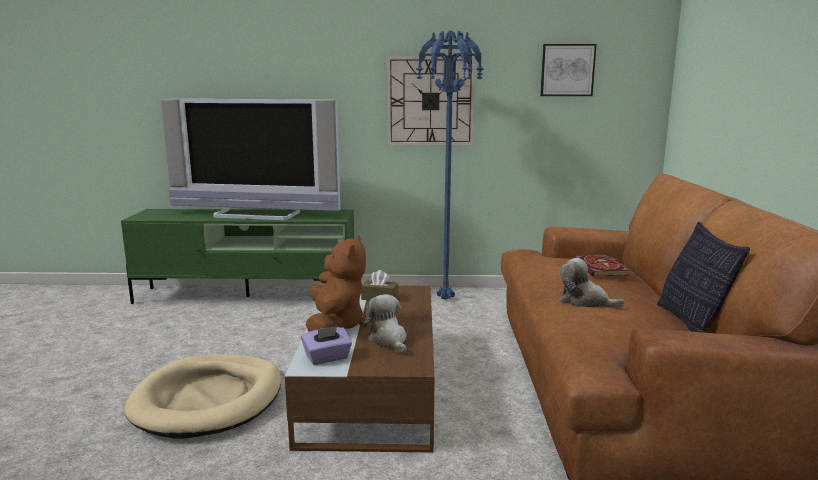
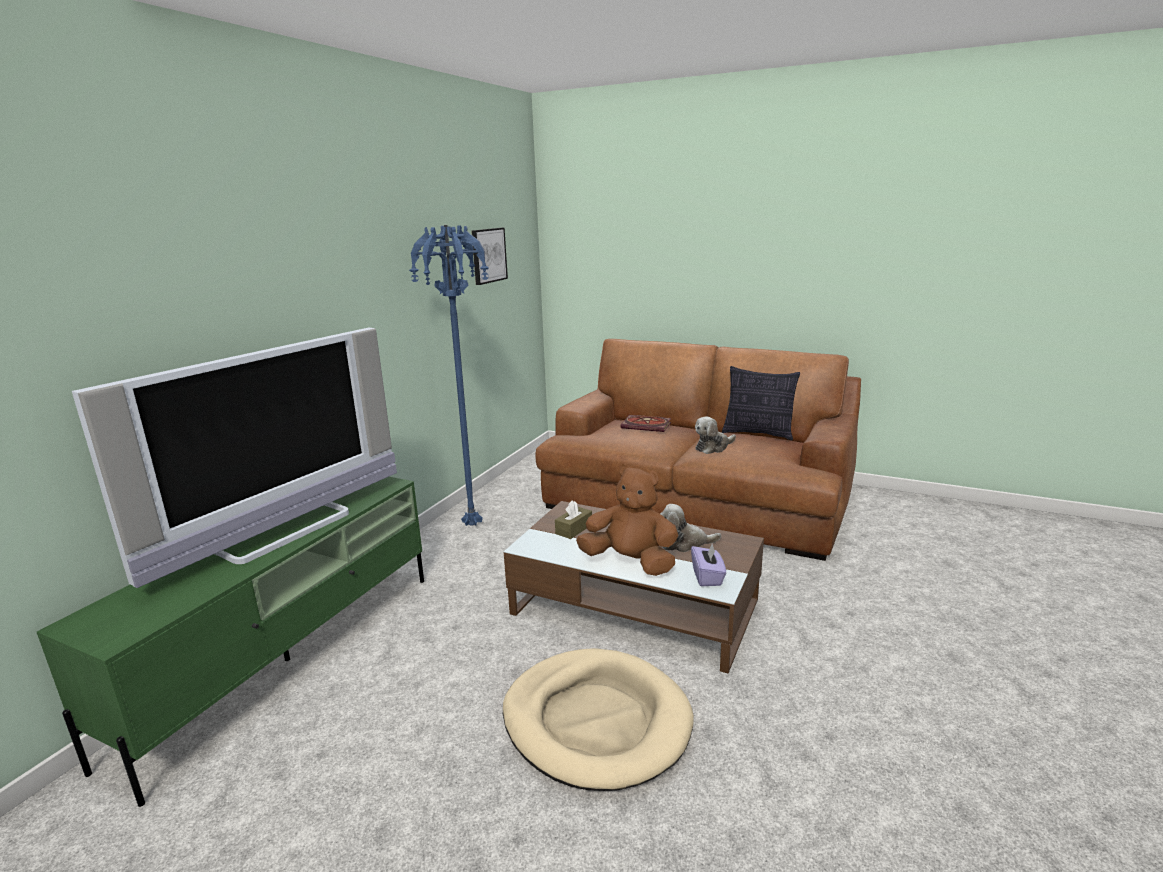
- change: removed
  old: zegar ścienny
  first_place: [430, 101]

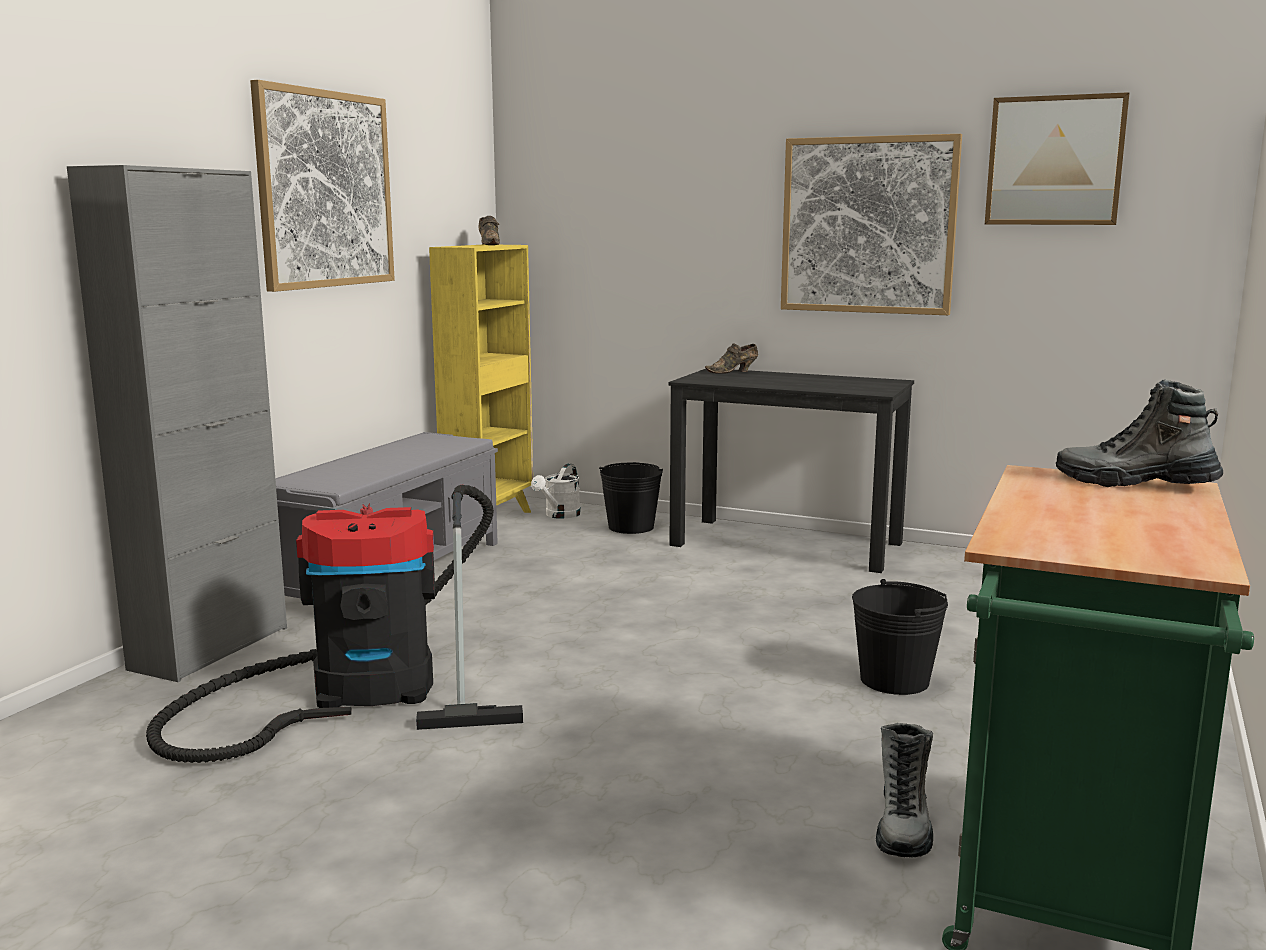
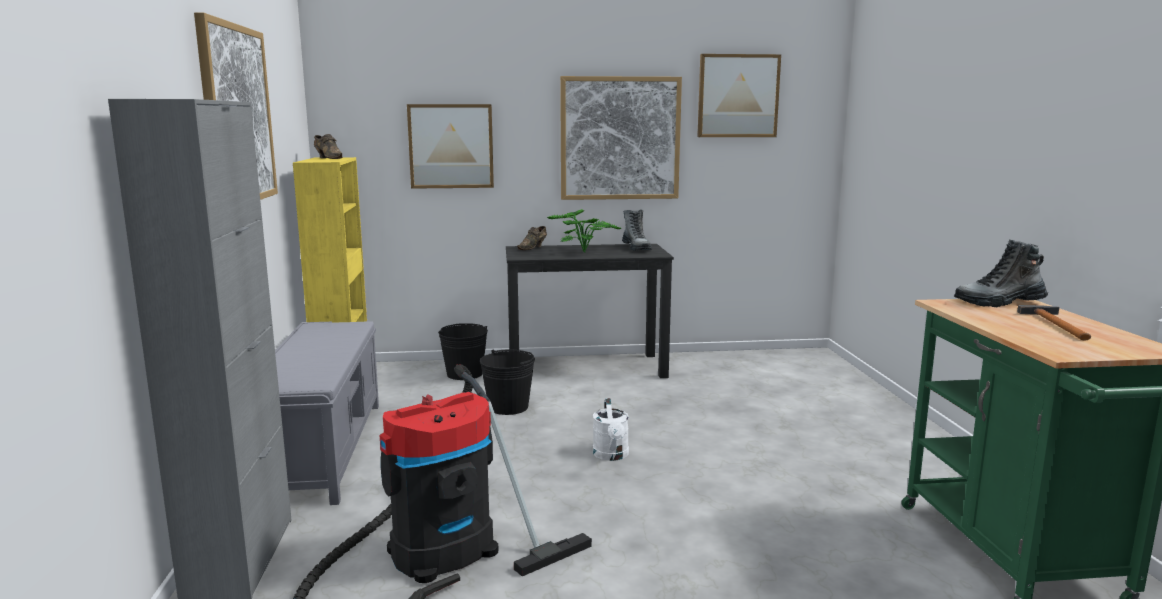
- change: added
  new: obraz
  second_place: [451, 146]
- change: added
  new: roślina doniczkowa
  second_place: [583, 251]
- change: added
  new: młotek
  second_place: [1056, 324]
- change: moved
  old: konewka/biały
  first_place: [559, 515]
  second_place: [611, 456]
- change: moved
  old: wiadro/czarny
  first_place: [894, 680]
  second_place: [508, 407]
- change: moved
  old: but z cholewką
  first_place: [903, 826]
  second_place: [636, 248]

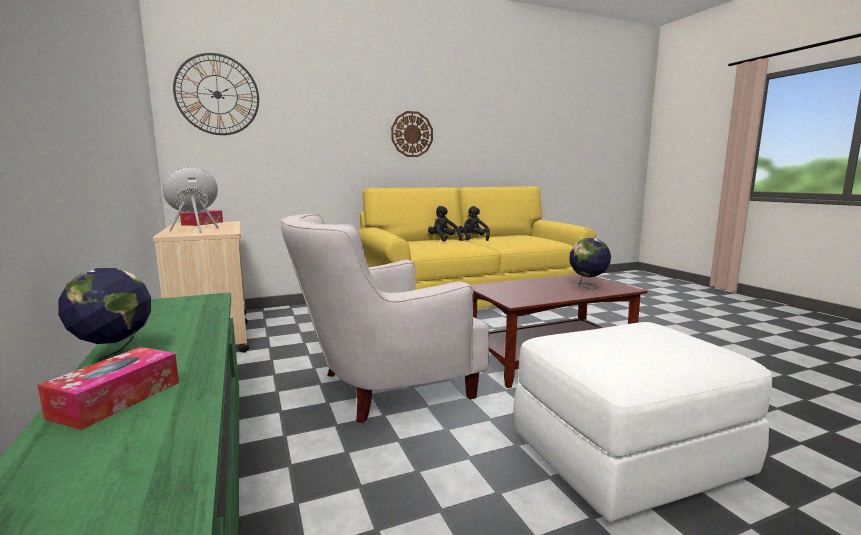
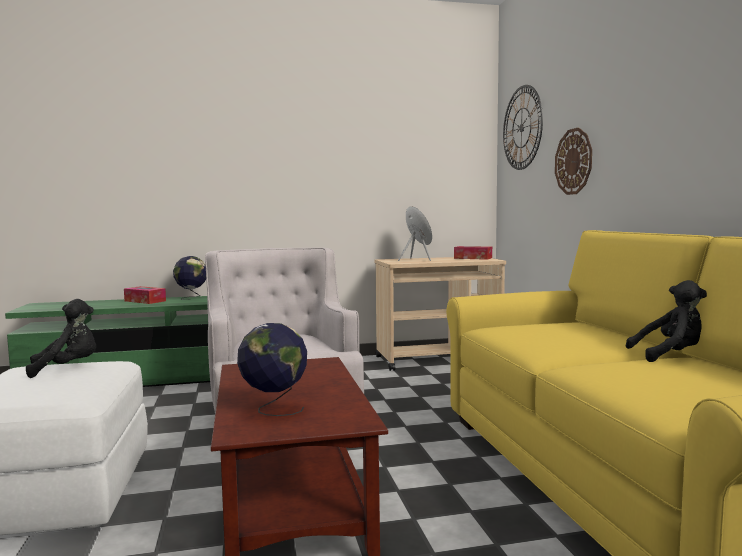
- change: moved
  old: zegar ścienny
  first_place: [412, 134]
  second_place: [573, 161]
- change: moved
  old: pluszak/czarny
  first_place: [443, 240]
  second_place: [67, 368]

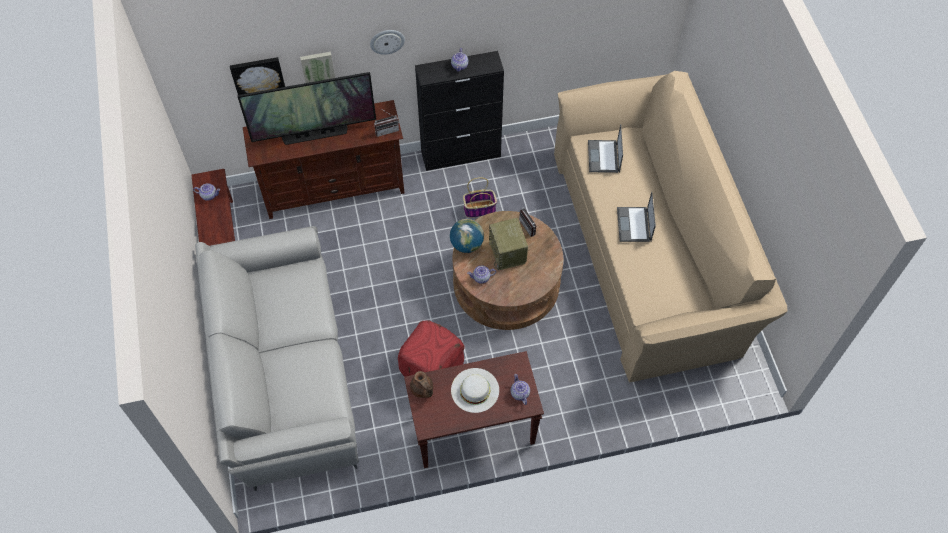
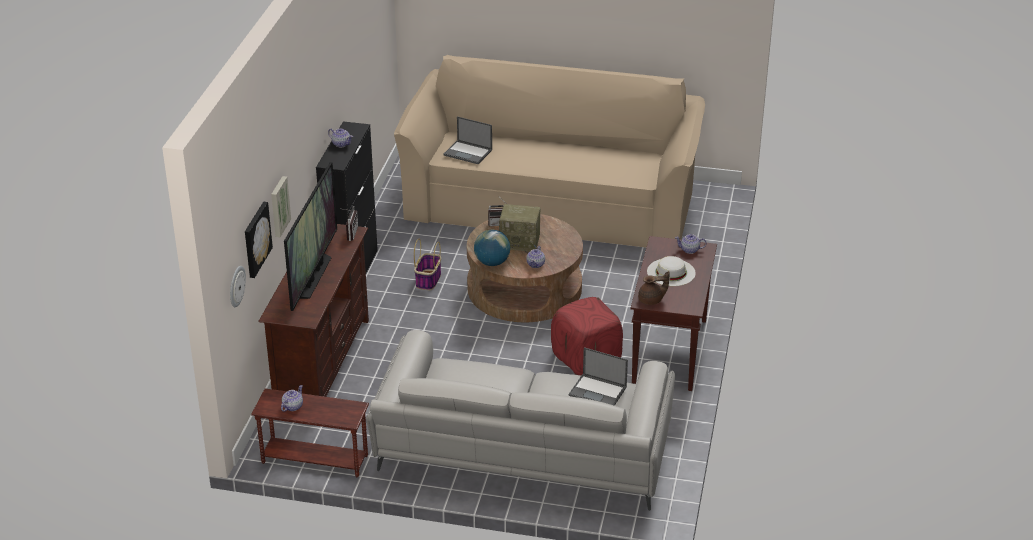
- change: moved
  old: zegar ścienny
  first_place: [387, 41]
  second_place: [236, 286]
- change: moved
  old: laptop
  first_place: [634, 225]
  second_place: [598, 391]

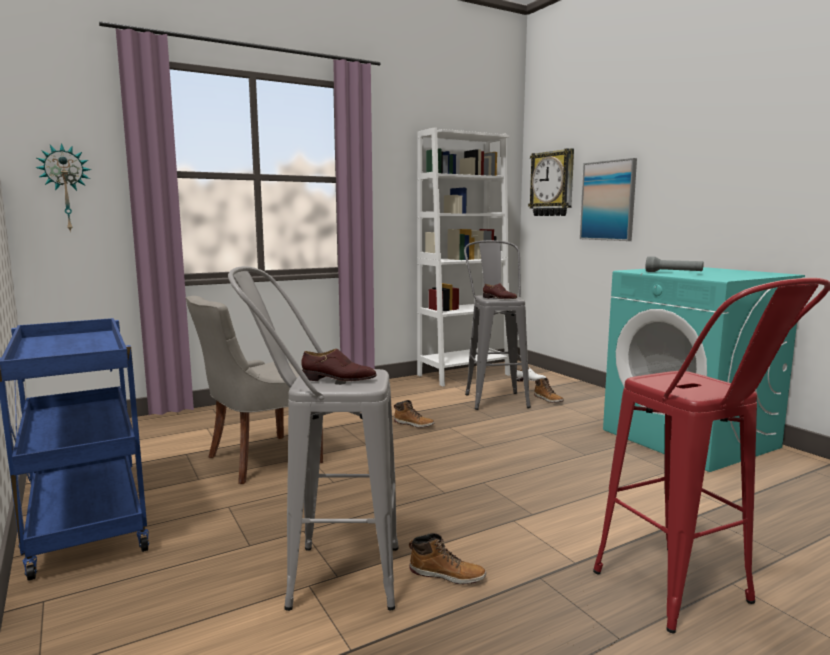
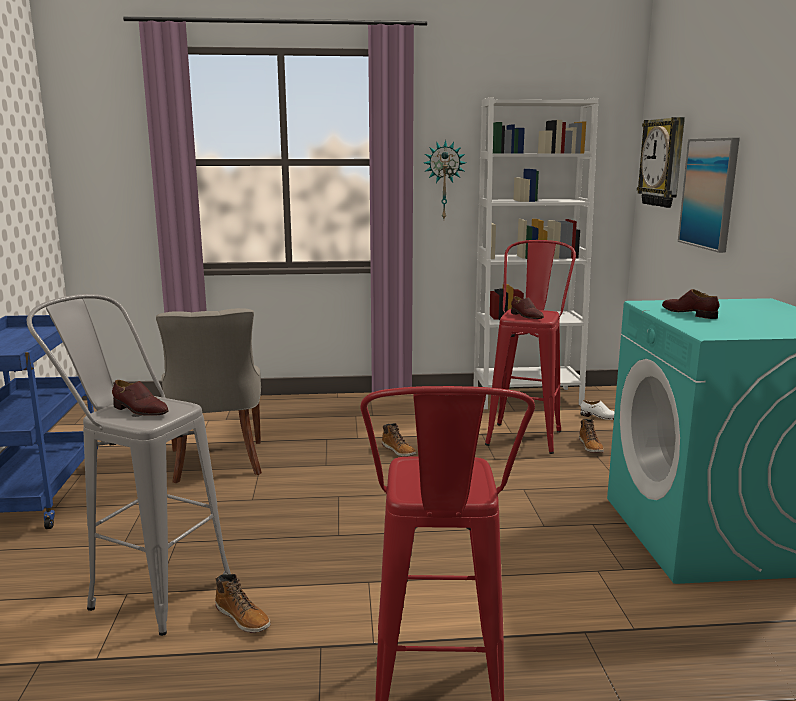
- change: moved
  old: zegar ścienny
  first_place: [66, 188]
  second_place: [444, 180]
- change: replaced
  old: latarka/szary
  new: but/brązowy
  first_place: [673, 273]
  second_place: [689, 313]
- change: recoloured
  old: stołek/szary
  new: stołek/czerwony
  first_place: [494, 398]
  second_place: [526, 433]
- change: turned
  old: krzesło/szary
  first_place: [260, 459]
  second_place: [217, 462]
  degrees: -90

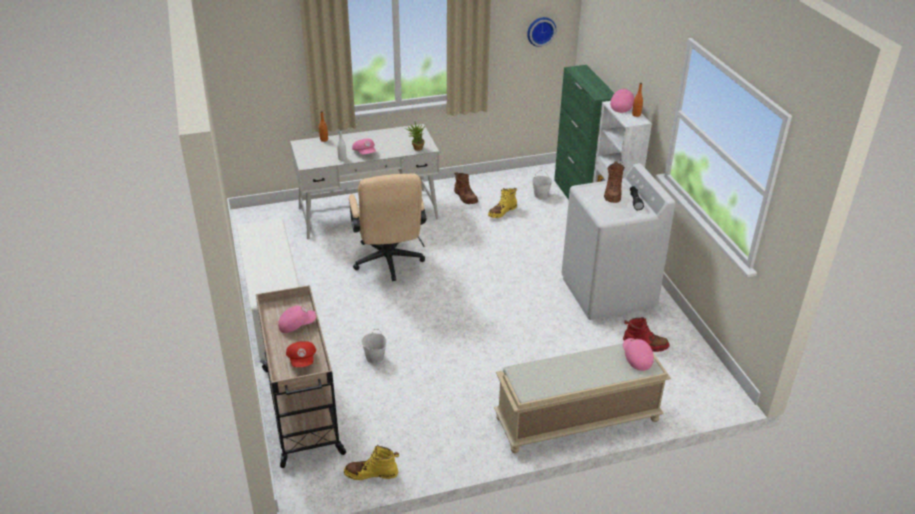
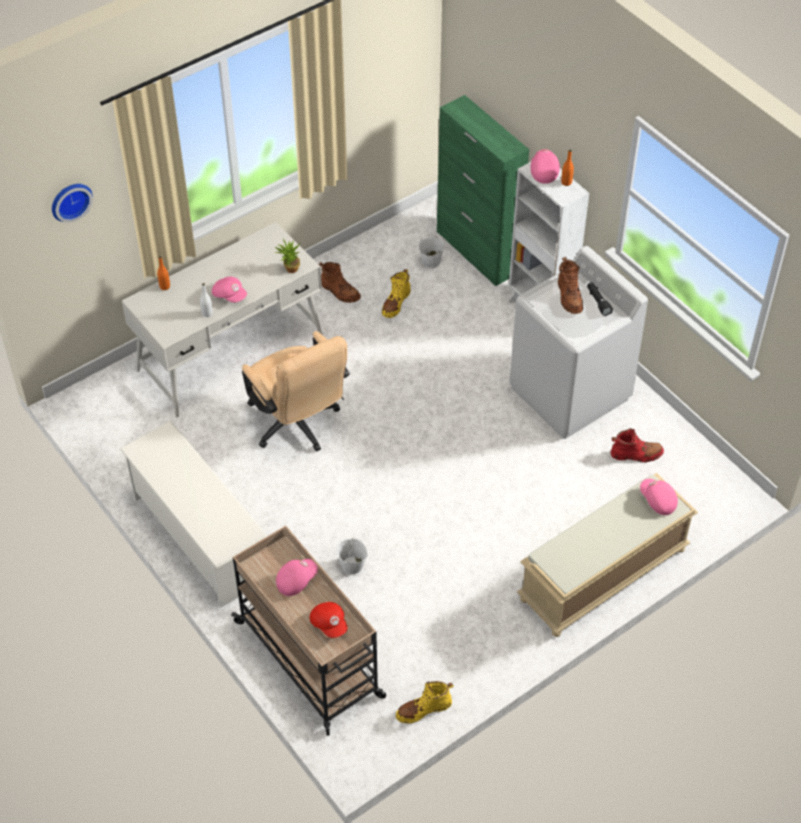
- change: moved
  old: zegar ścienny
  first_place: [540, 31]
  second_place: [70, 200]

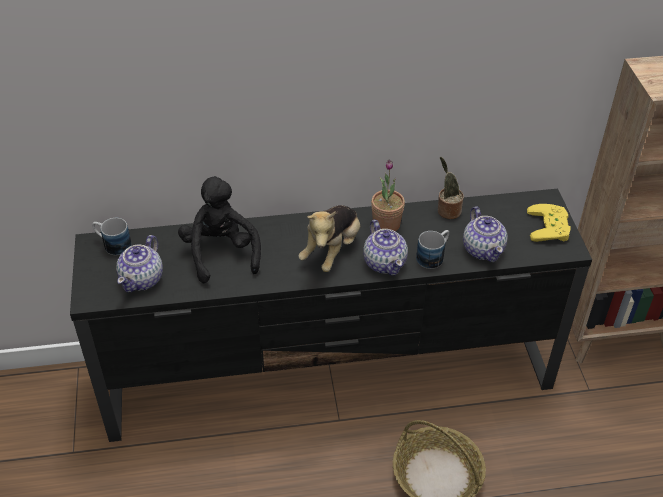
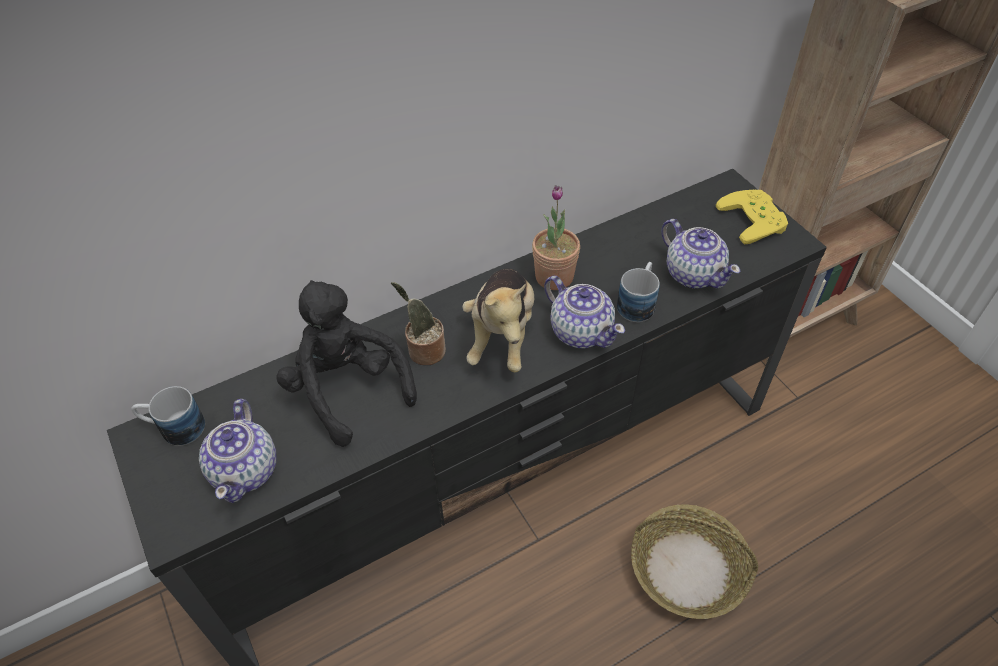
- change: moved
  old: roślina doniczkowa
  first_place: [447, 210]
  second_place: [424, 351]

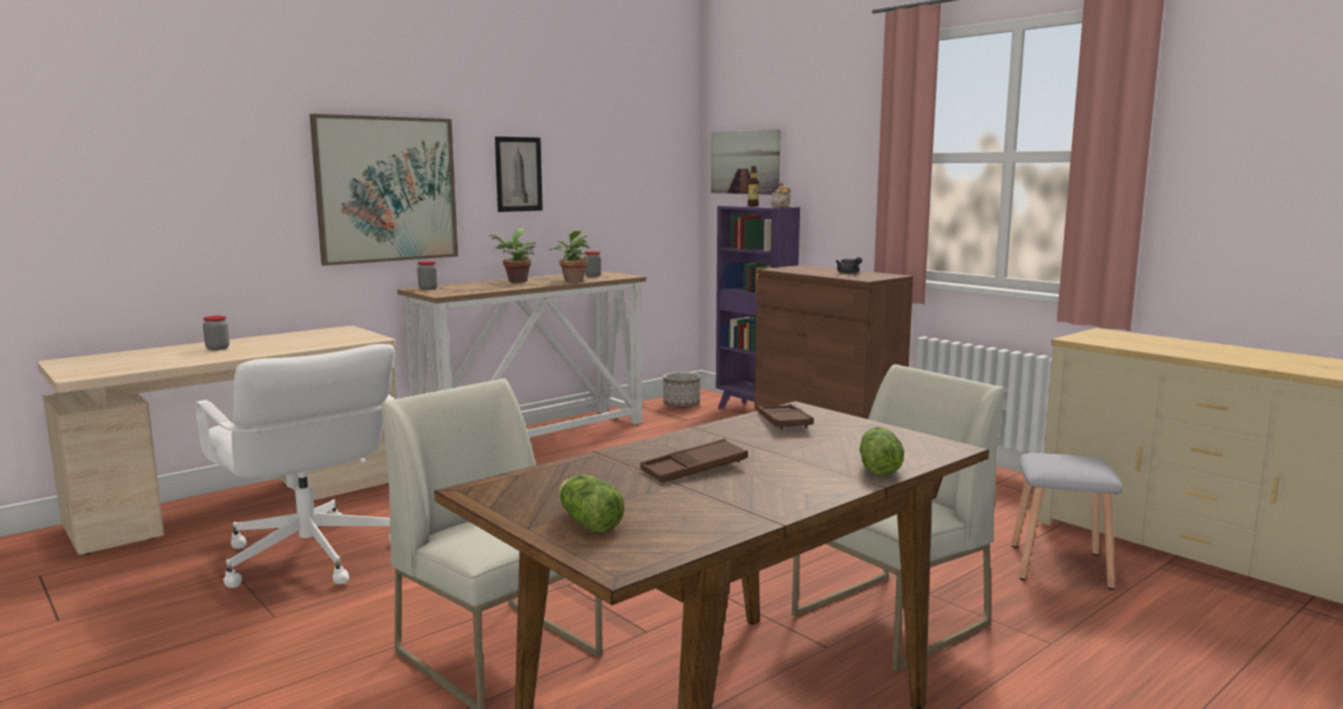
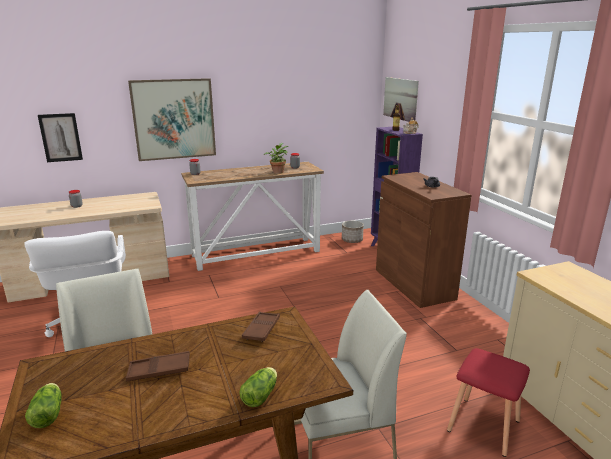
- change: removed
  old: roślina doniczkowa
  first_place: [516, 281]
- change: moved
  old: obraz
  first_place: [518, 174]
  second_place: [60, 137]
- change: recoloured
  old: stołek/szary
  new: stołek/czerwony
  first_place: [1058, 565]
  second_place: [483, 424]

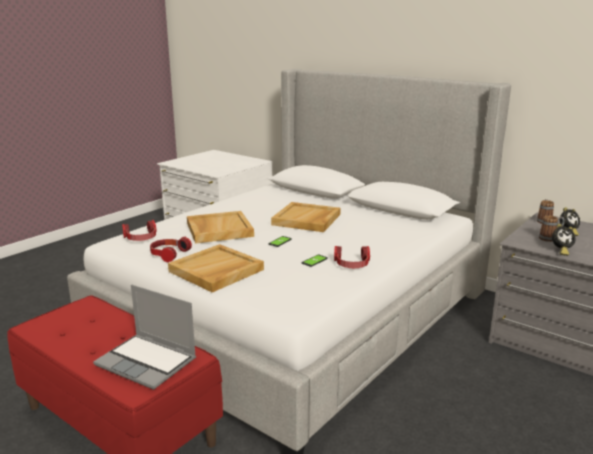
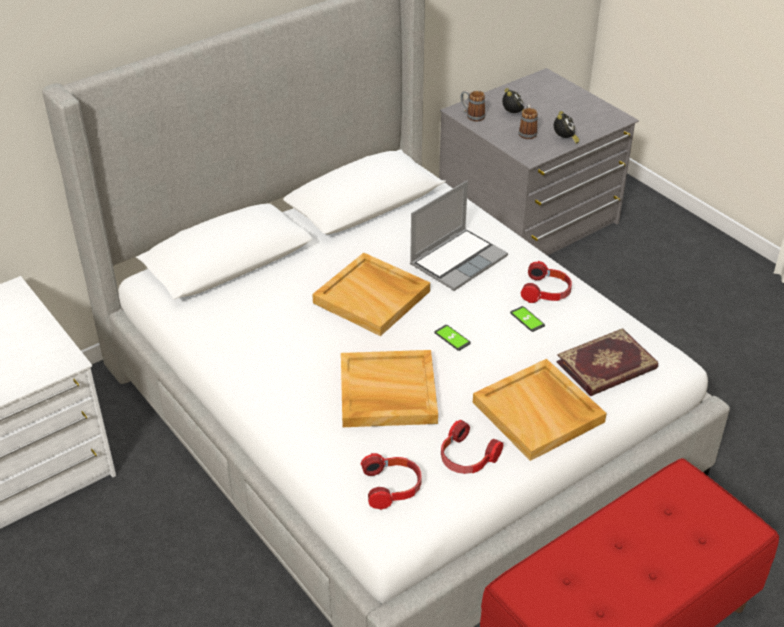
- change: added
  new: książka
  second_place: [607, 366]
- change: moved
  old: laptop
  first_place: [148, 362]
  second_place: [458, 260]

